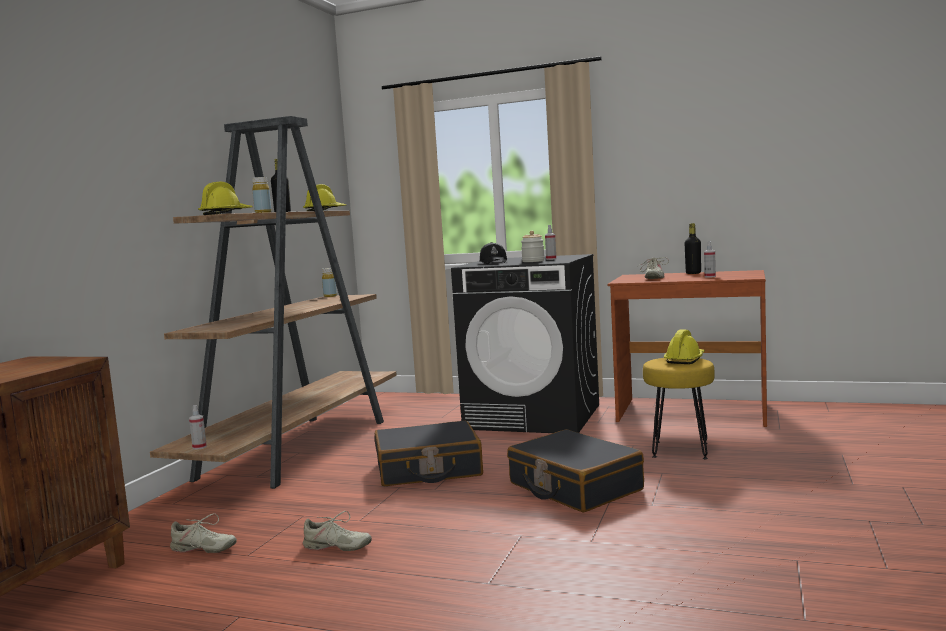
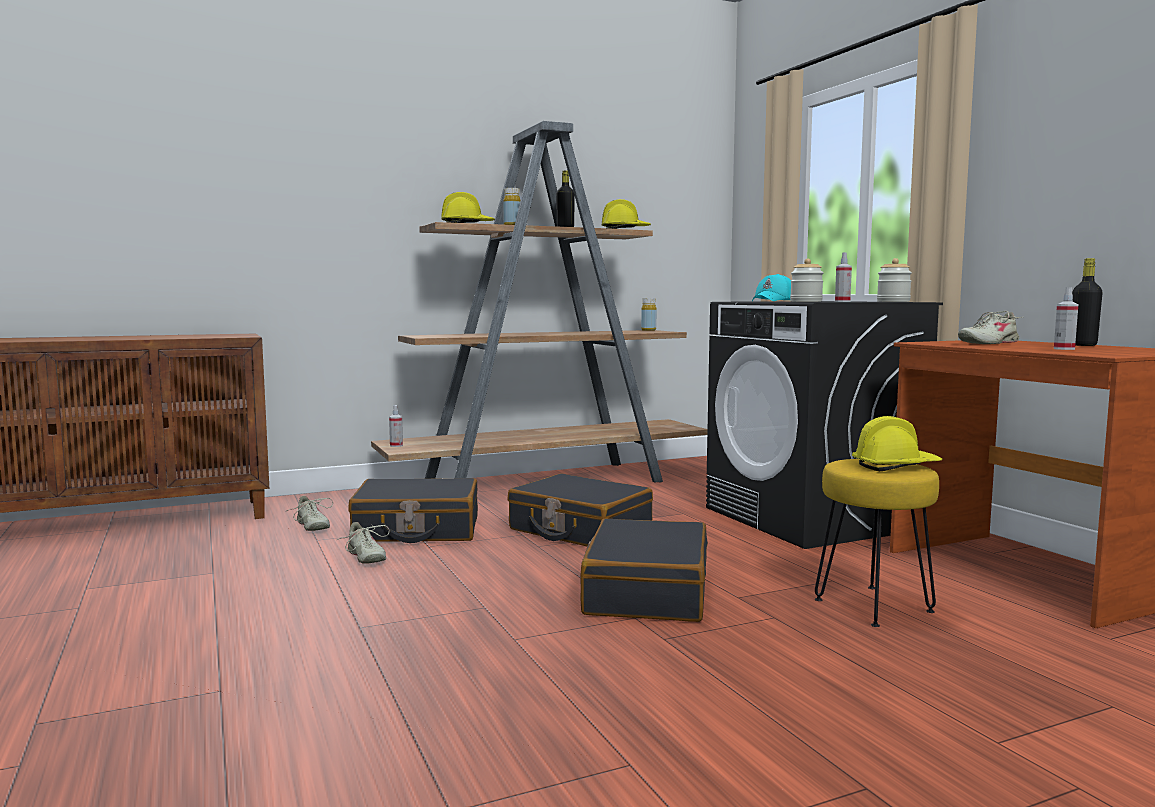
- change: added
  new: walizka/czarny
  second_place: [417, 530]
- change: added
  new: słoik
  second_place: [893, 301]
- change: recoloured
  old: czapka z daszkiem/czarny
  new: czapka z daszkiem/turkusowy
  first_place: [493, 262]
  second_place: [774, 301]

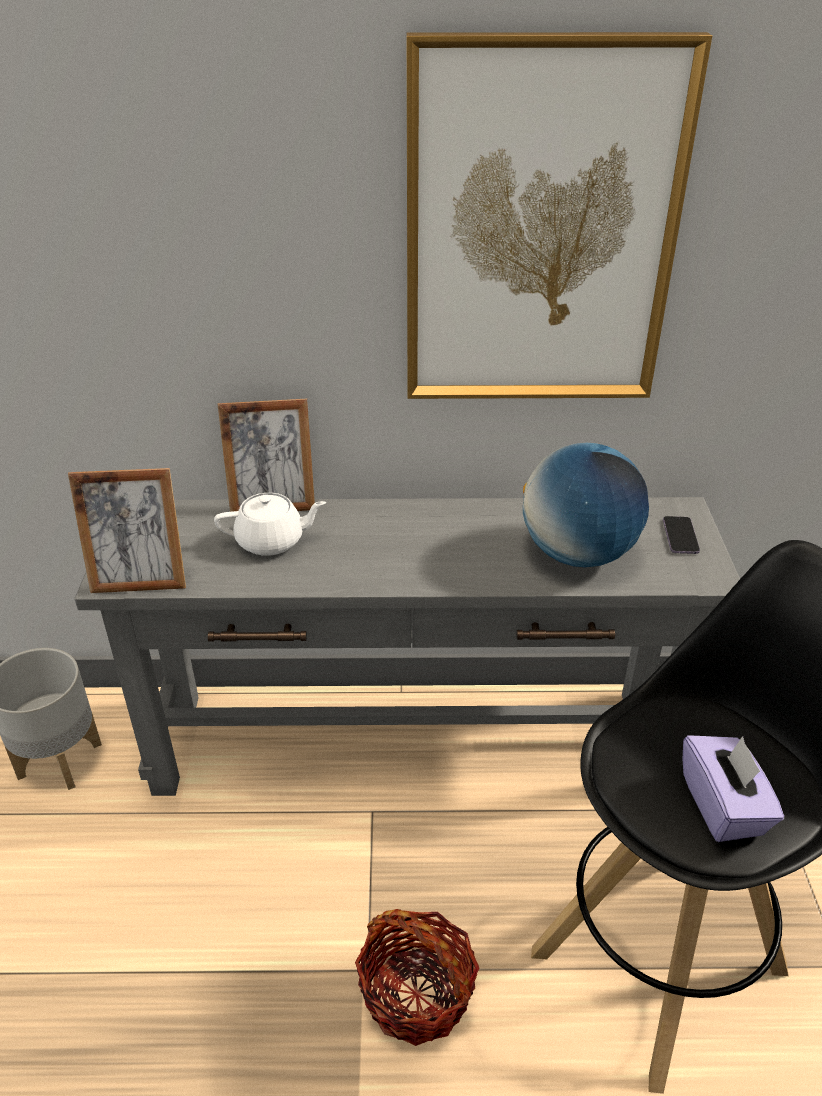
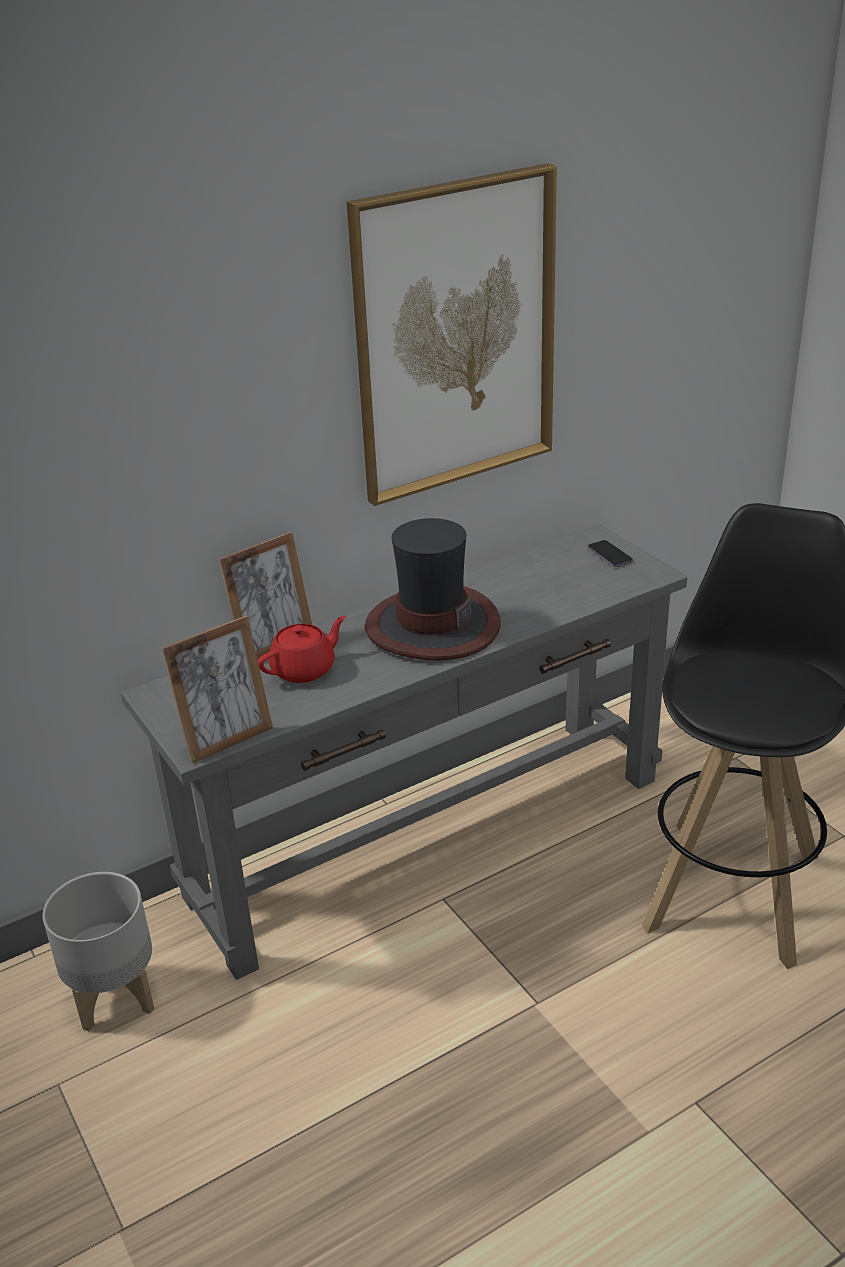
- change: removed
  old: koszyk
  first_place: [417, 993]
- change: removed
  old: globus
  first_place: [578, 554]
- change: removed
  old: pudełko chusteczek/fioletowy
  first_place: [723, 806]
- change: added
  new: kapelusz
  second_place: [432, 626]
- change: recoloured
  old: imbryk/biały
  new: imbryk/czerwony
  first_place: [271, 541]
  second_place: [304, 670]

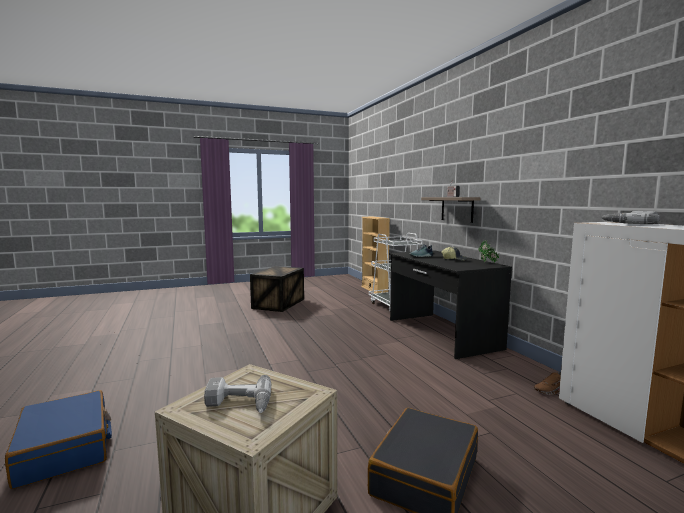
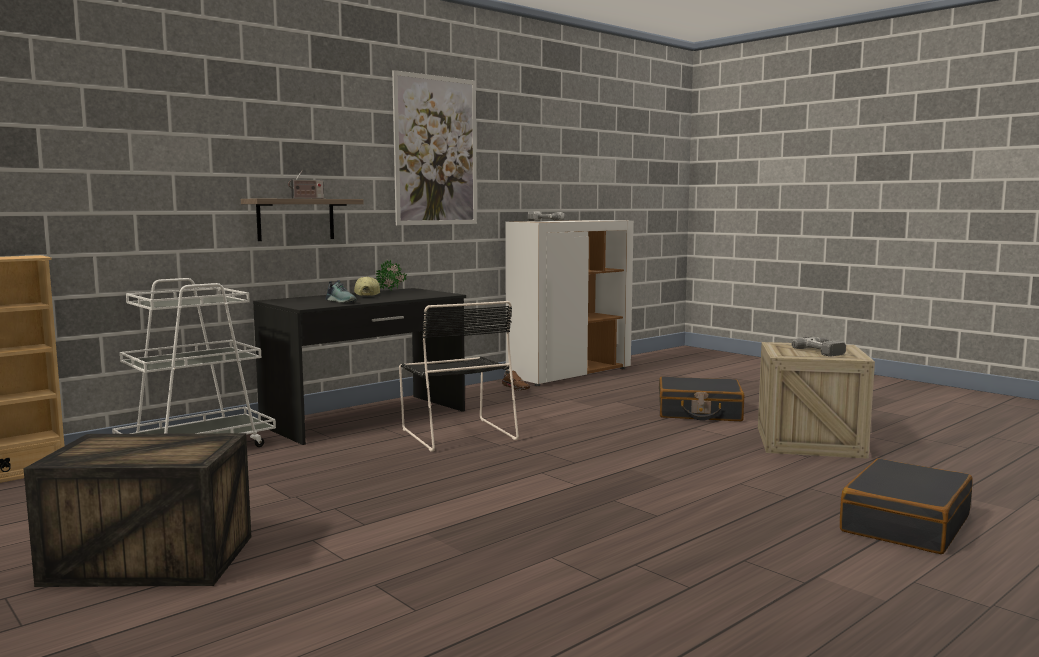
- change: added
  new: obraz
  second_place: [436, 151]
- change: added
  new: krzesło/czarny
  second_place: [457, 433]
- change: recoloured
  old: walizka/niebieski
  new: walizka/czarny
  first_place: [65, 449]
  second_place: [904, 523]

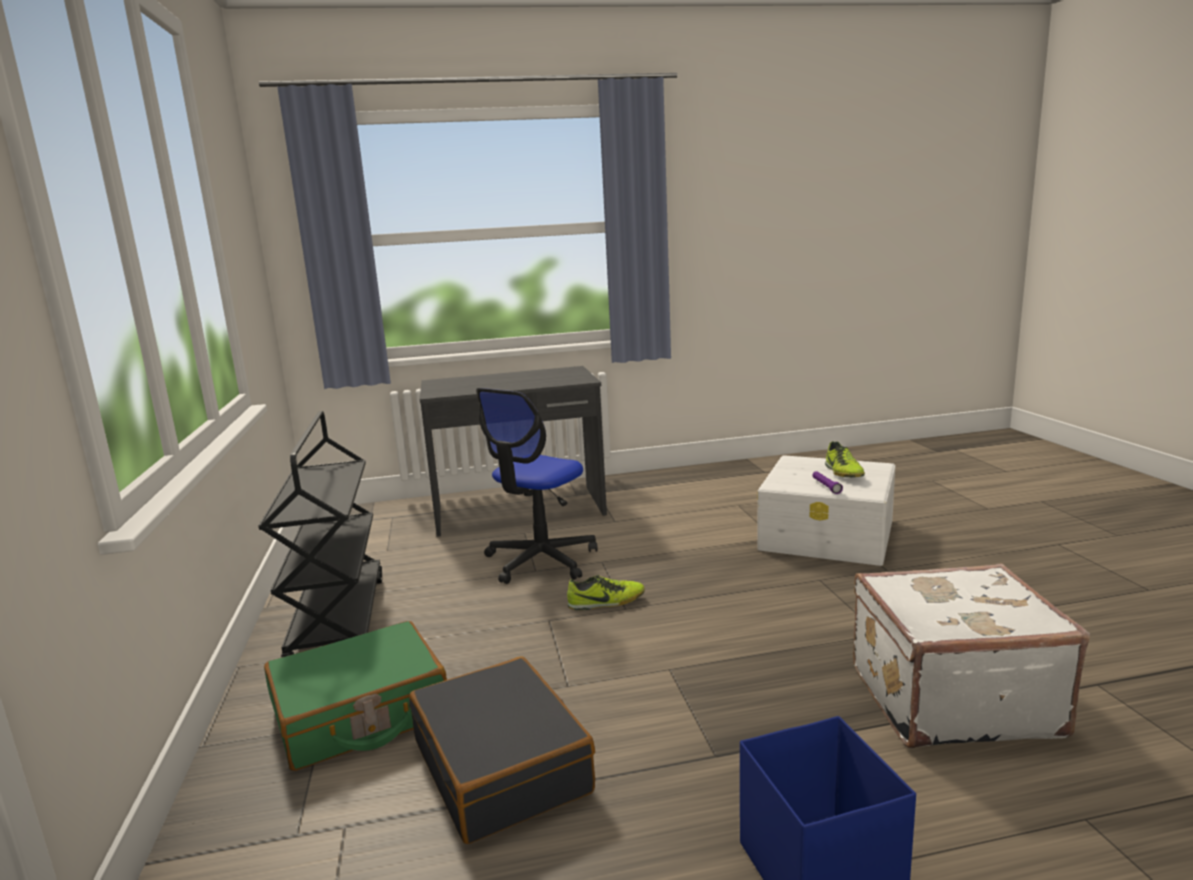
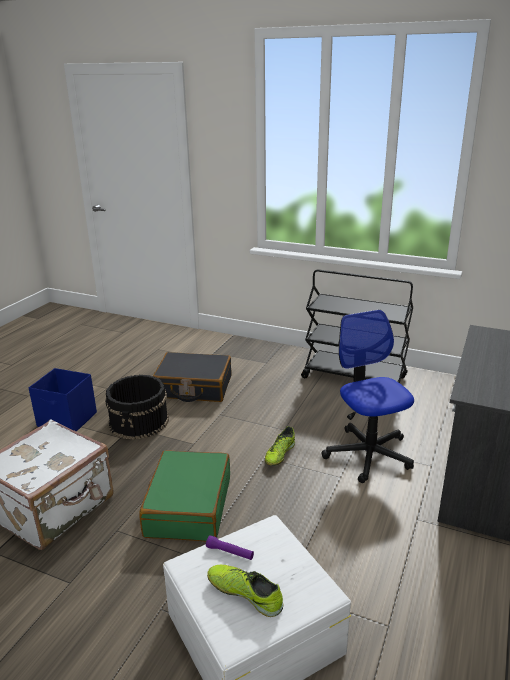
- change: added
  new: wiadro/czarny
  second_place: [139, 421]
- change: moved
  old: walizka/zielony
  first_place: [361, 714]
  second_place: [188, 506]

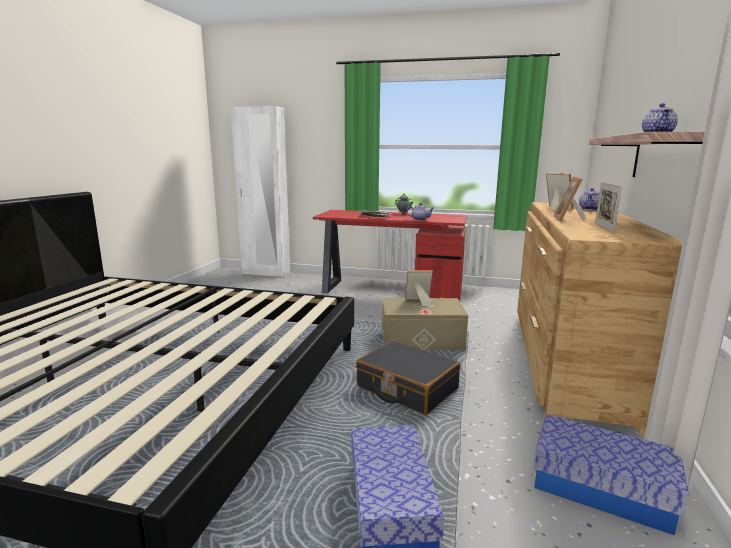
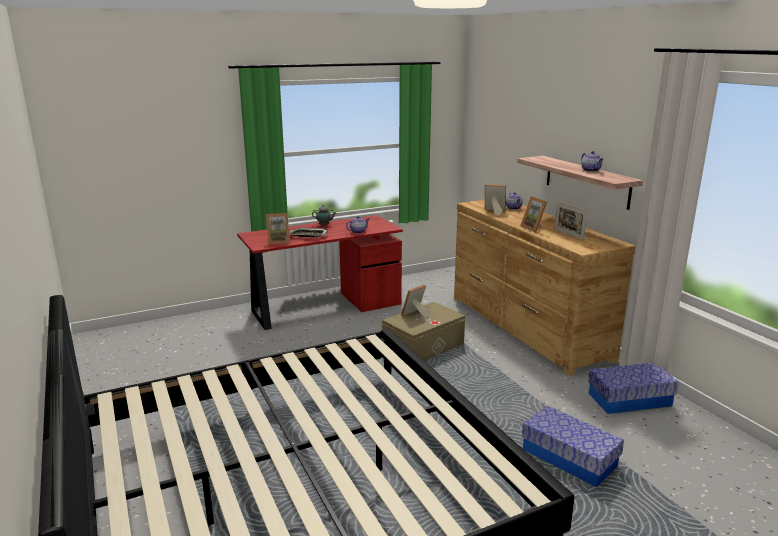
- change: removed
  old: szafa/biały
  first_place: [266, 273]
- change: removed
  old: walizka/czarny
  first_place: [406, 388]
- change: added
  new: ramka na zdjęcie
  second_place: [278, 241]

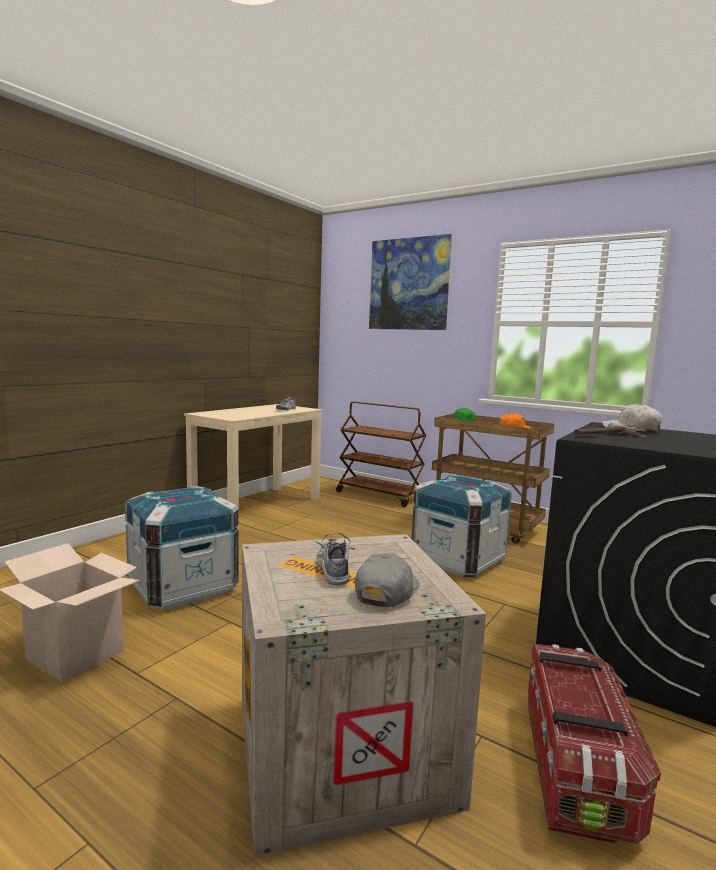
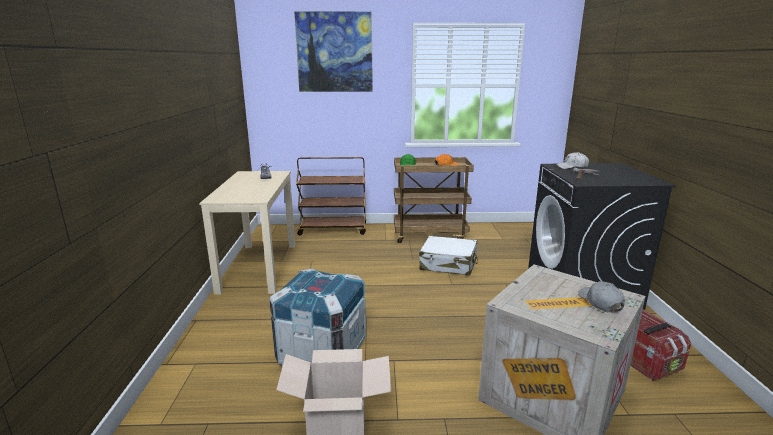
- change: removed
  old: but
  first_place: [333, 569]
- change: replaced
  old: skrzynka
  new: walizka/biały
  first_place: [457, 560]
  second_place: [448, 264]

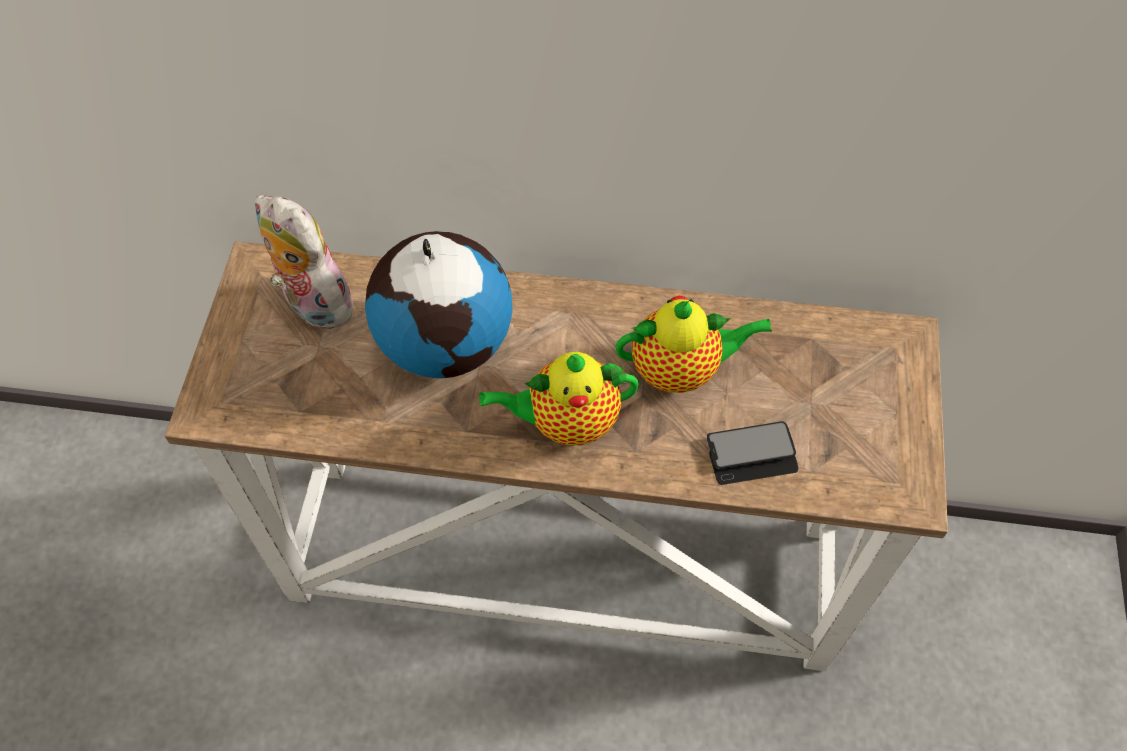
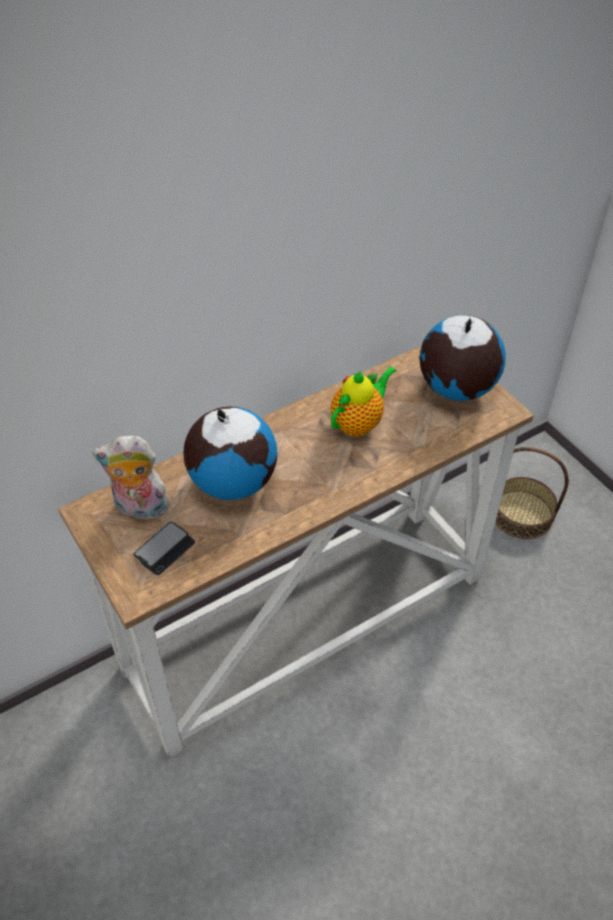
- change: removed
  old: imbryk
  first_place: [566, 422]
- change: added
  new: globus
  second_place: [456, 388]
- change: added
  new: koszyk
  second_place: [522, 514]
- change: moved
  old: telefon
  first_place: [751, 454]
  second_place: [164, 549]

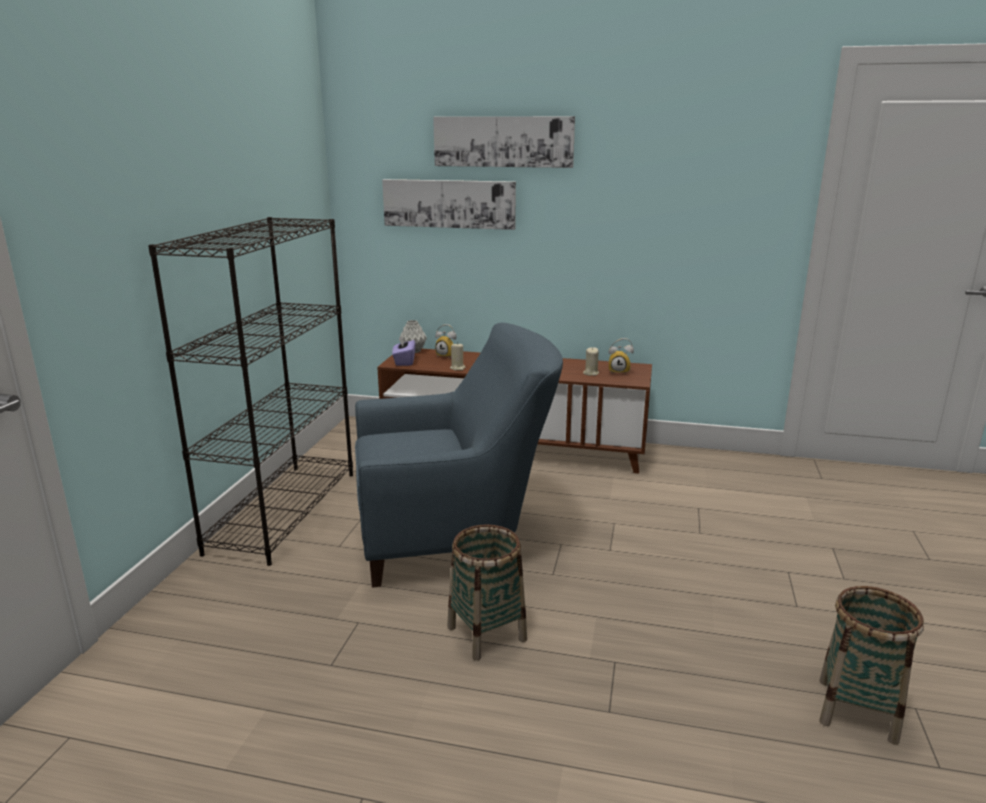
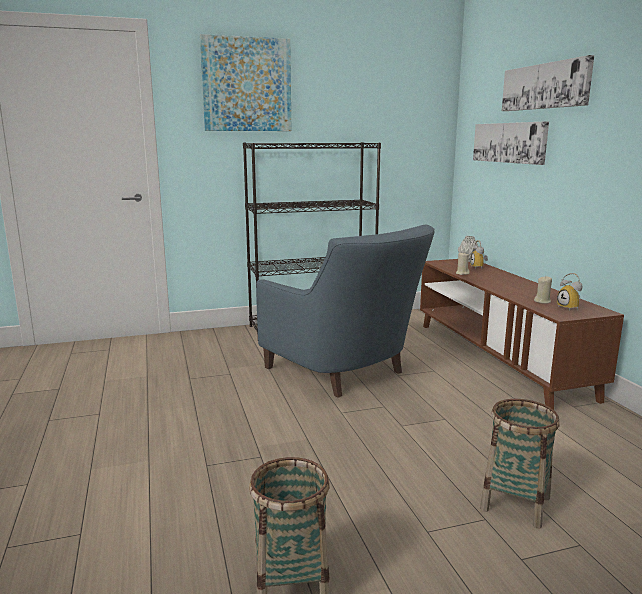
- change: removed
  old: pudełko chusteczek/fioletowy
  first_place: [404, 362]
- change: added
  new: obraz
  second_place: [246, 85]
- change: moved
  old: koszyk
  first_place: [486, 633]
  second_place: [515, 503]

